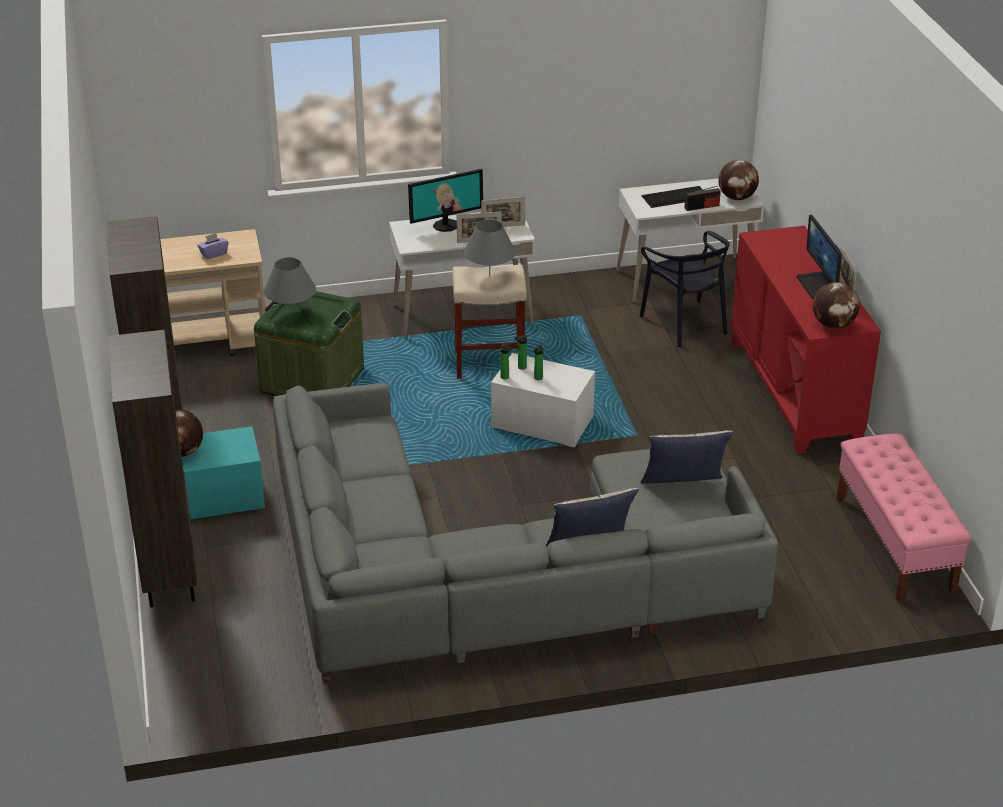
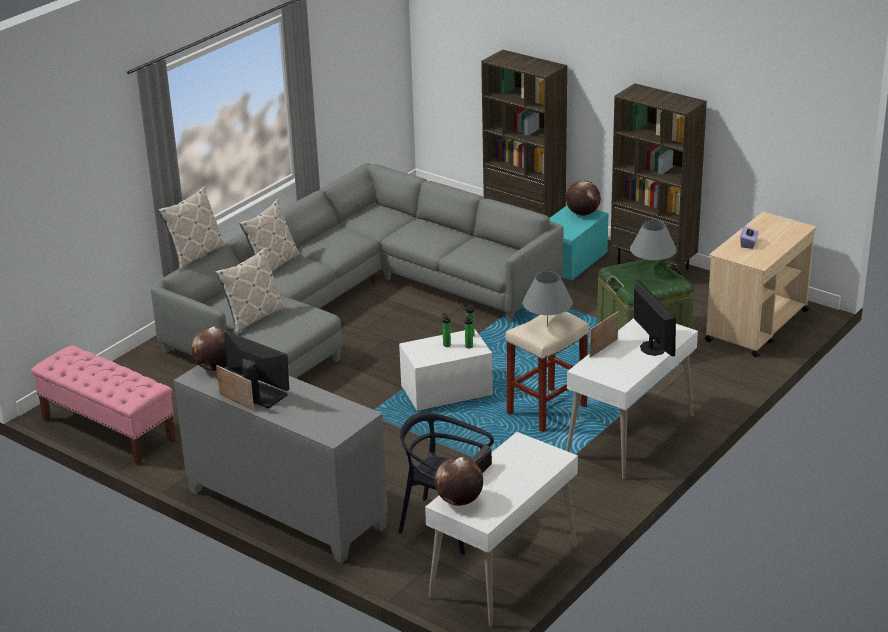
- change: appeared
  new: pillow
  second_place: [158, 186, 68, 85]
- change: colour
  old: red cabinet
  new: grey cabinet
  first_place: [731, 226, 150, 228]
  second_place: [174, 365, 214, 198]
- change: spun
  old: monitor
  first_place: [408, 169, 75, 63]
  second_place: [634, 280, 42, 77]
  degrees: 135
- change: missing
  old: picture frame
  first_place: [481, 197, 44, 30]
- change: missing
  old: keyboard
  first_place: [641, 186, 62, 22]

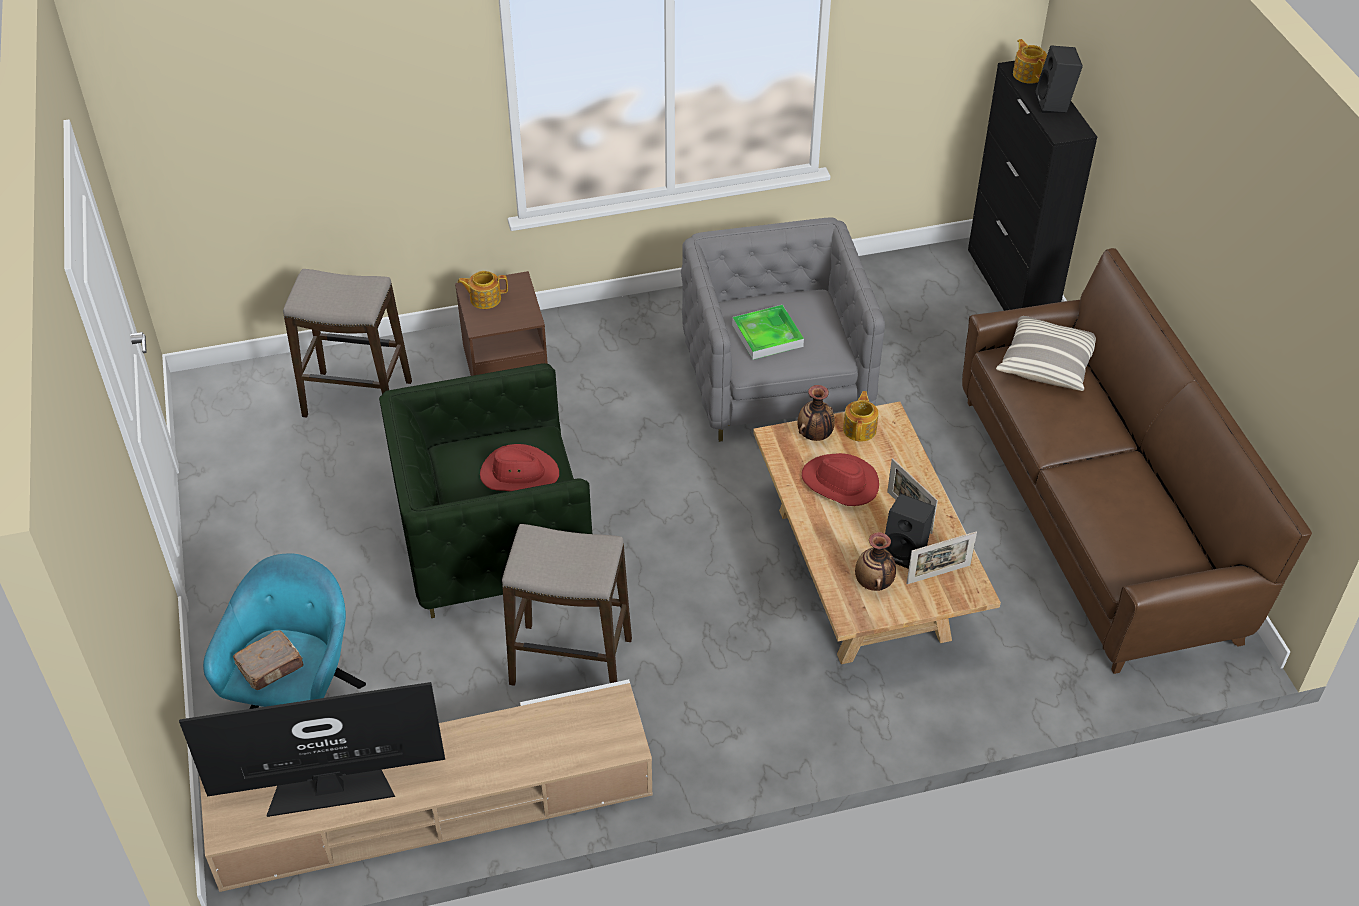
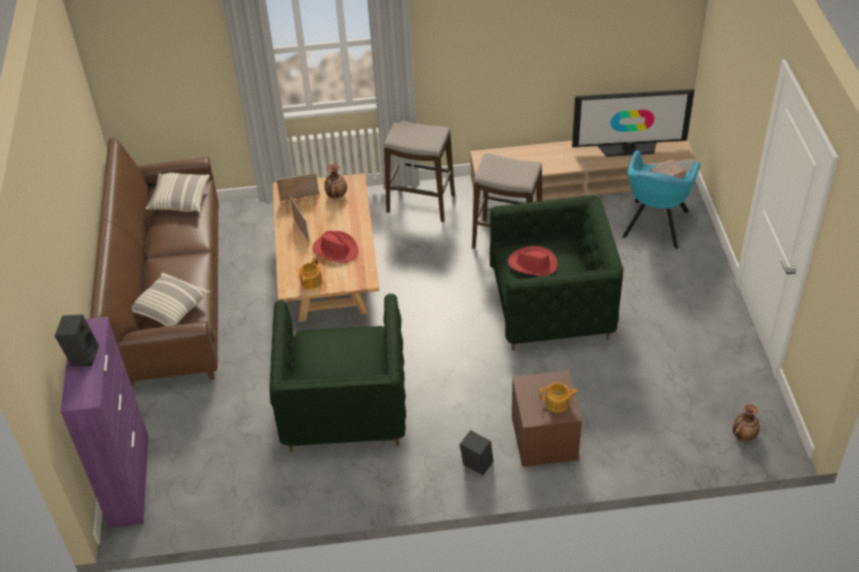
- change: colour
  old: black cabinet
  new: purple cabinet
  first_place: [968, 61, 129, 250]
  second_place: [61, 317, 87, 211]
- change: appeared
  new: pillow
  second_place: [145, 173, 65, 39]
- change: colour
  old: grey armchair
  new: green armchair
  first_place: [681, 218, 204, 224]
  second_place: [269, 293, 137, 159]
- change: relocated
  old: stool
  first_place: [283, 269, 129, 149]
  second_place: [384, 121, 71, 101]
- change: relocated
  old: black speaker
  first_place: [885, 493, 50, 76]
  second_place: [460, 430, 33, 45]
- change: relocated
  old: vase
  first_place: [797, 385, 38, 56]
  second_place: [733, 404, 27, 37]
- change: missing
  old: tray
  first_place: [732, 305, 72, 55]
- change: missing
  old: teapot
  first_place: [1013, 39, 34, 45]

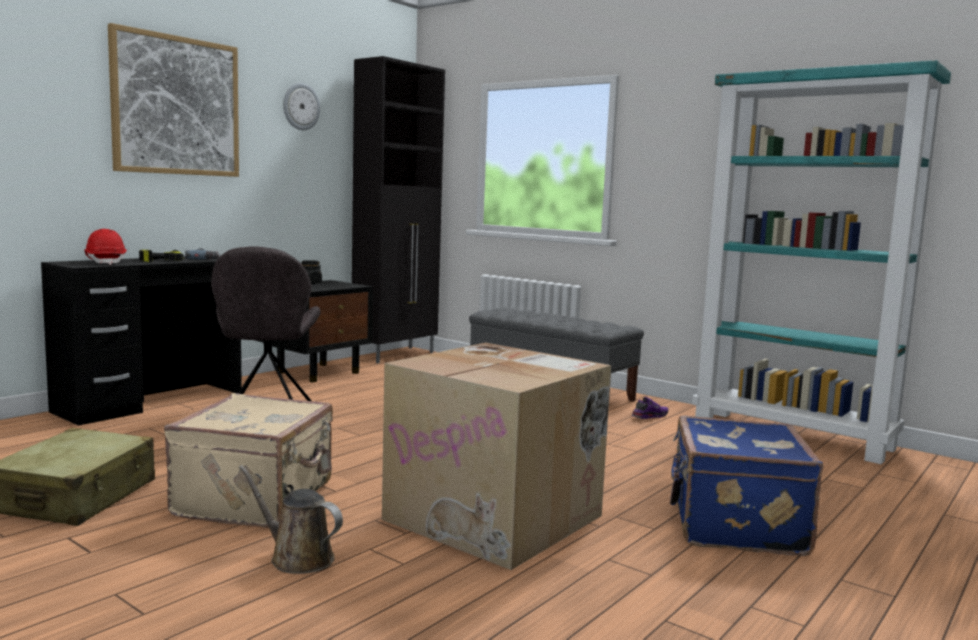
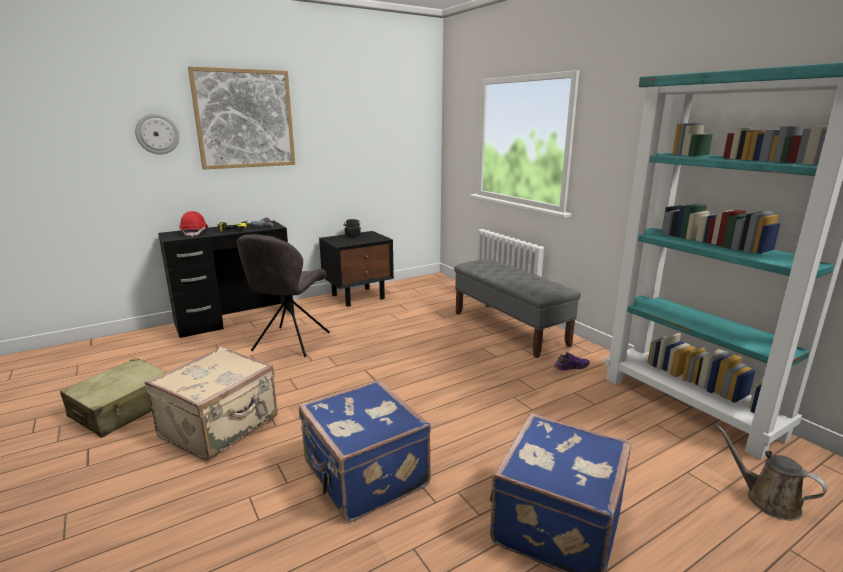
- change: relocated
  old: wall clock
  first_place: [283, 83, 37, 47]
  second_place: [135, 113, 45, 41]
- change: exchanged
  old: cardboard box
  new: blue suitcase
  first_place: [382, 343, 229, 227]
  second_place: [299, 380, 132, 142]
- change: relocated
  old: brown watering can
  first_place: [239, 465, 104, 109]
  second_place: [716, 425, 111, 96]
- change: missing
  old: black cabinet
  first_place: [352, 56, 93, 307]

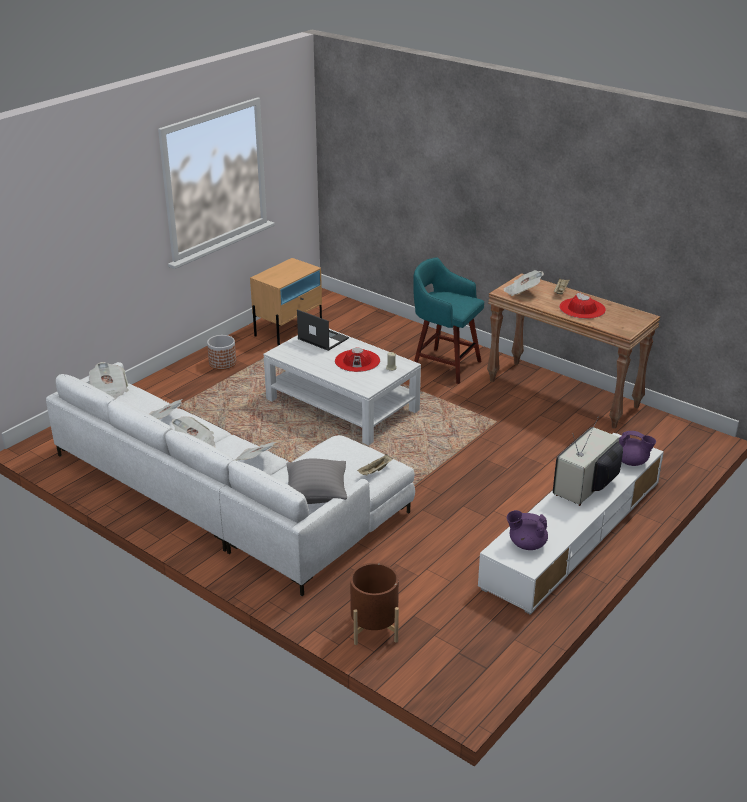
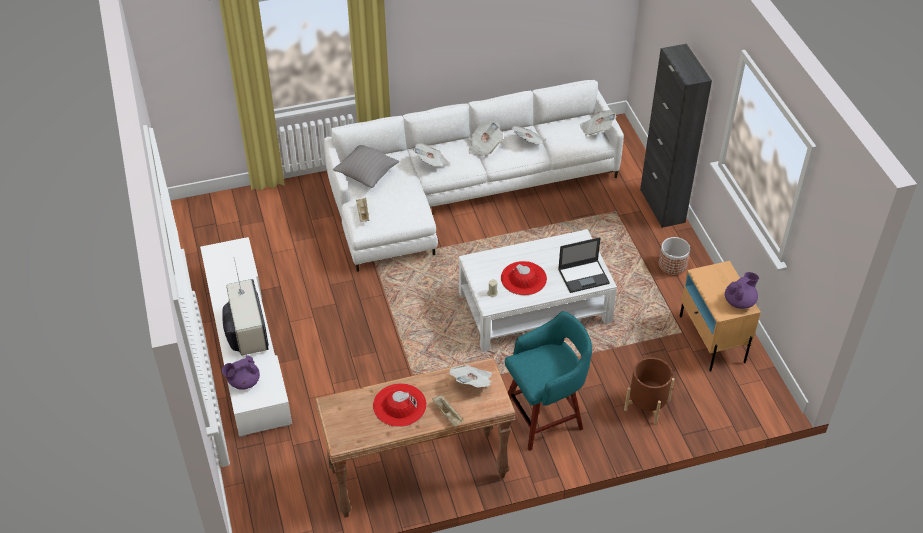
- change: relocated
  old: brown planter
  first_place: [350, 563, 49, 82]
  second_place: [624, 357, 50, 68]
- change: appeared
  new: black cabinet
  second_place: [640, 44, 72, 184]
- change: relocated
  old: purple teapot
  first_place: [507, 510, 41, 40]
  second_place: [725, 272, 34, 37]

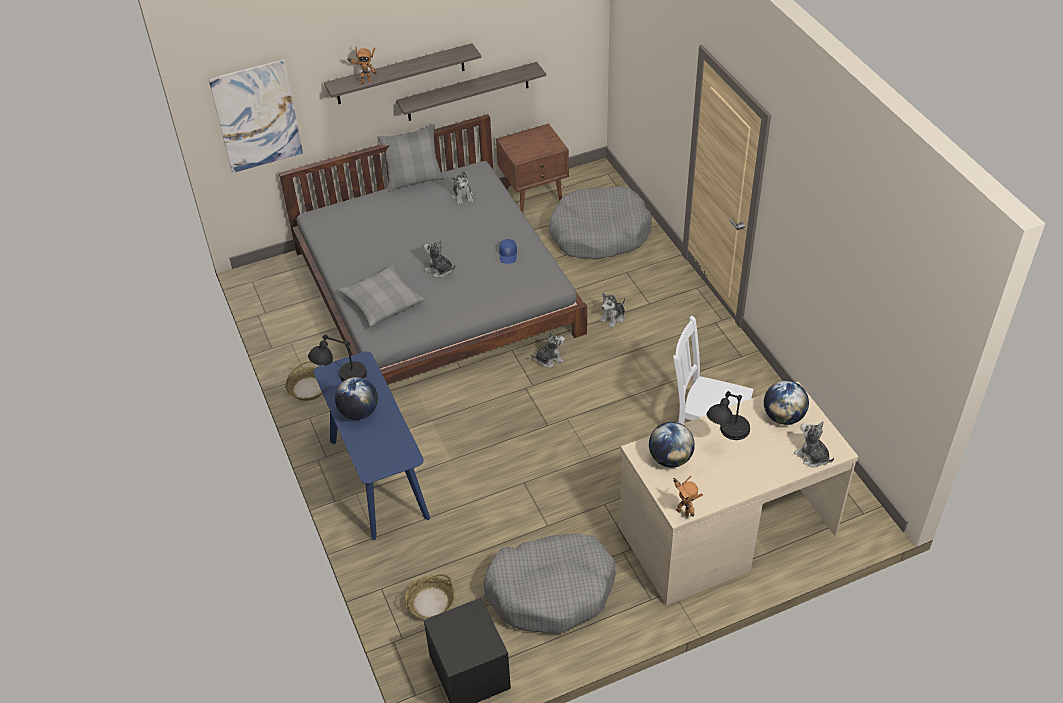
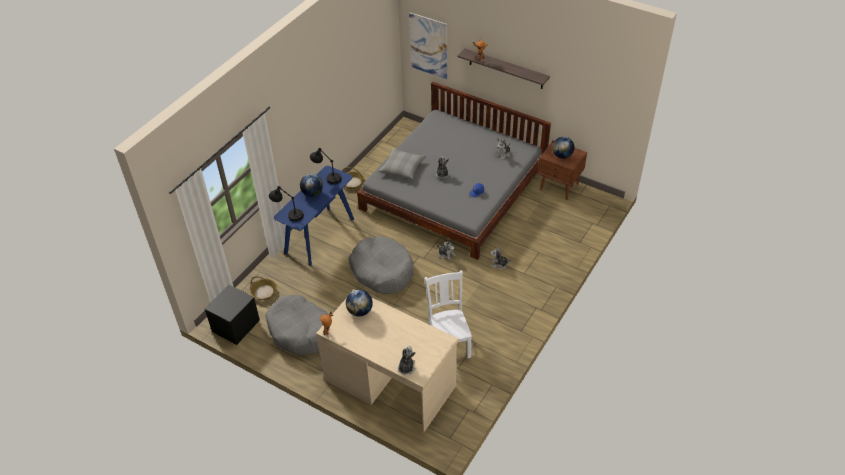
- change: relocated
  old: black table lamp
  first_place: [706, 391, 44, 49]
  second_place: [269, 186, 35, 36]
- change: relocated
  old: grey dog bed
  first_place: [549, 186, 103, 74]
  second_place: [349, 236, 65, 58]
- change: relocated
  old: globe
  first_place: [764, 380, 45, 45]
  second_place: [552, 137, 23, 22]
- change: missing
  old: grey pillow
  first_place: [377, 124, 67, 68]
- change: missing
  old: shelf
  first_place: [396, 62, 150, 59]

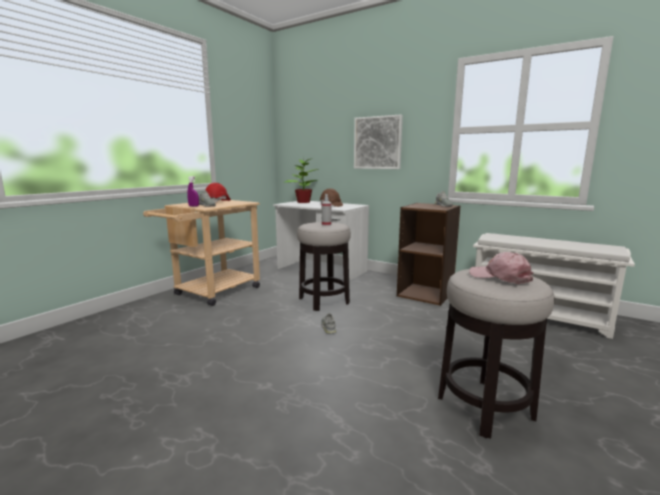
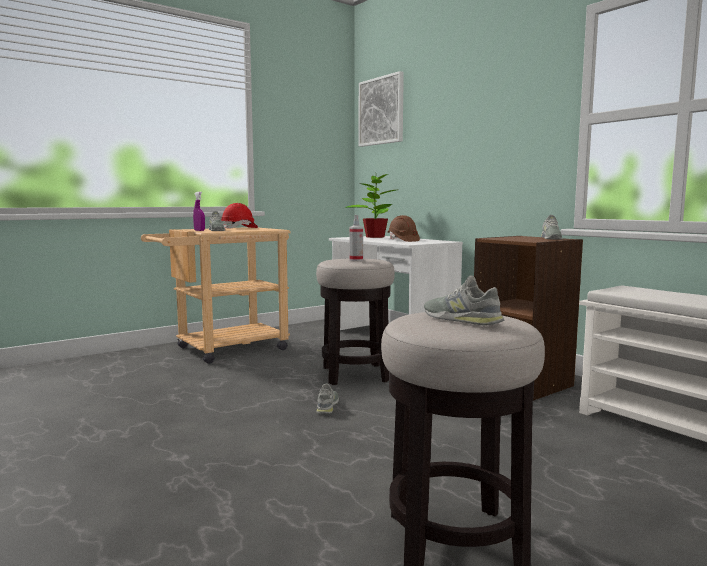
- change: relocated
  old: picture
  first_place: [354, 114, 49, 55]
  second_place: [359, 71, 45, 76]
- change: exchanged
  old: pink cap
  new: grey shoe
  first_place: [469, 252, 64, 32]
  second_place: [424, 275, 80, 51]

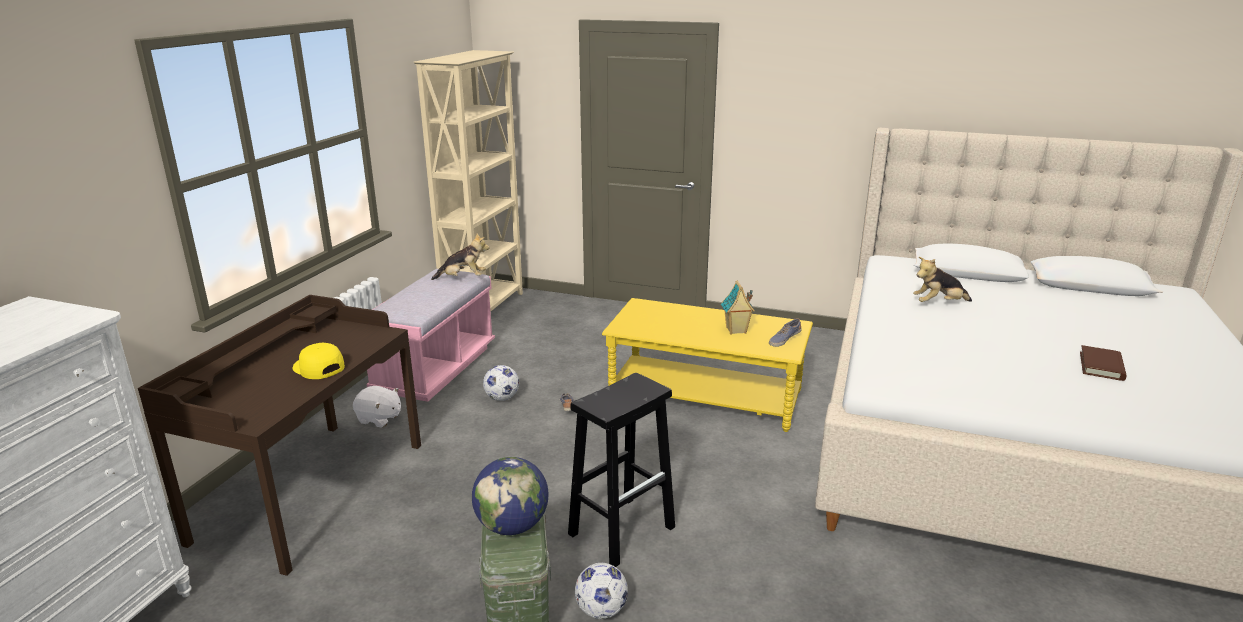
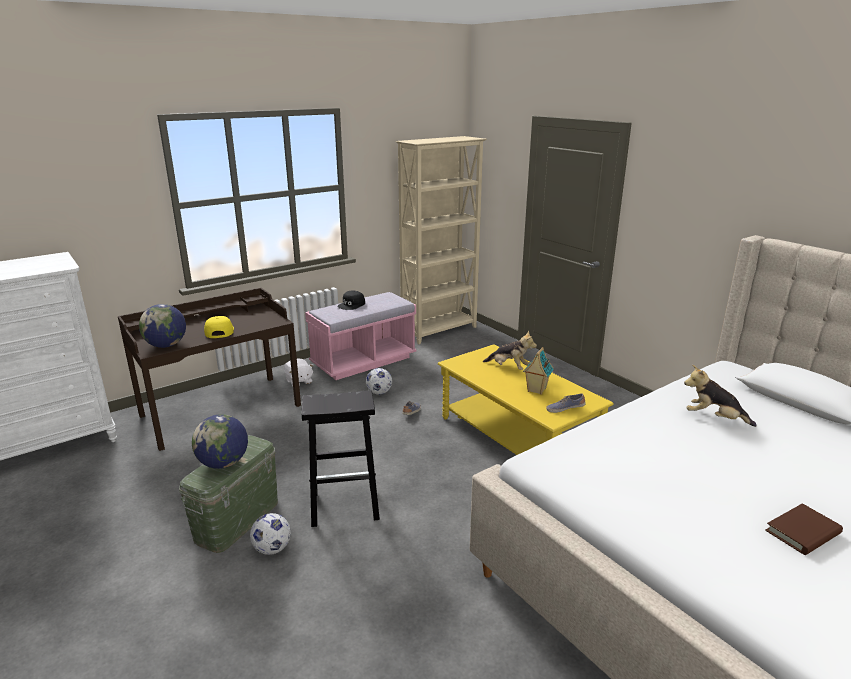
- change: appeared
  new: globe
  second_place: [139, 304, 47, 44]
- change: appeared
  new: black cap
  second_place: [337, 291, 28, 19]
- change: relocated
  old: plush toy
  first_place: [431, 234, 58, 46]
  second_place: [483, 330, 54, 40]

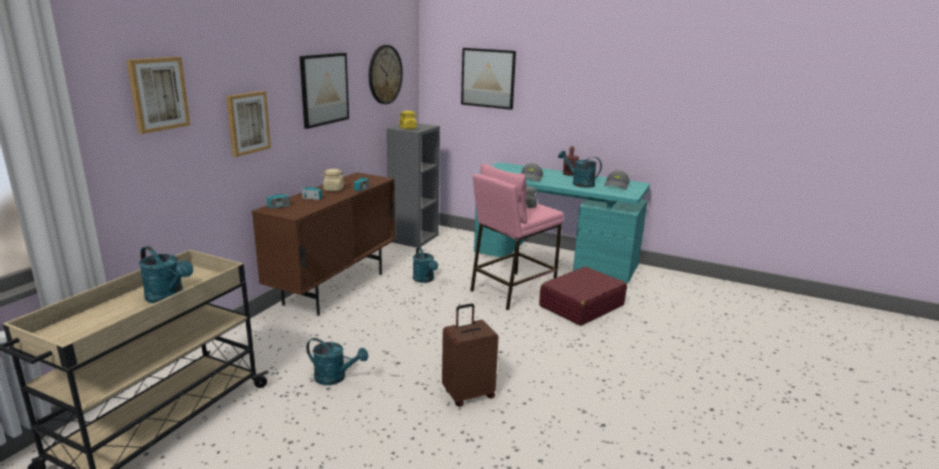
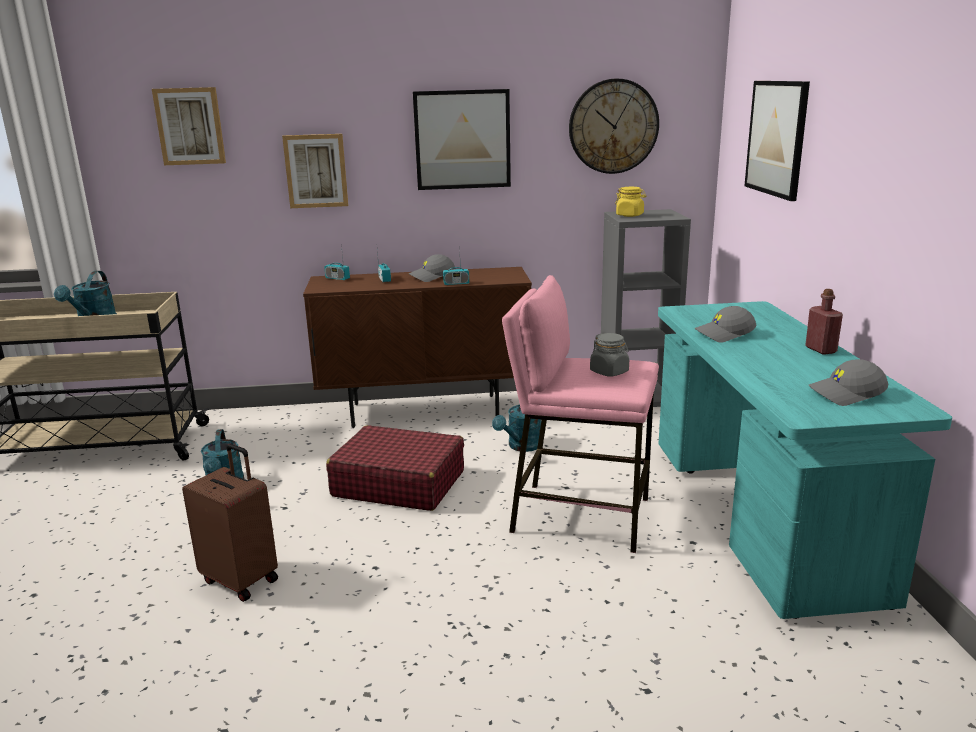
- change: relocated
  old: red suitcase
  first_place: [539, 266, 88, 60]
  second_place: [326, 425, 138, 86]
- change: exchanged
  old: beige jar
  new: grey cap
  first_place: [321, 169, 23, 22]
  second_place: [409, 254, 46, 28]
- change: missing
  old: turquoise watering can
  first_place: [558, 150, 44, 38]

